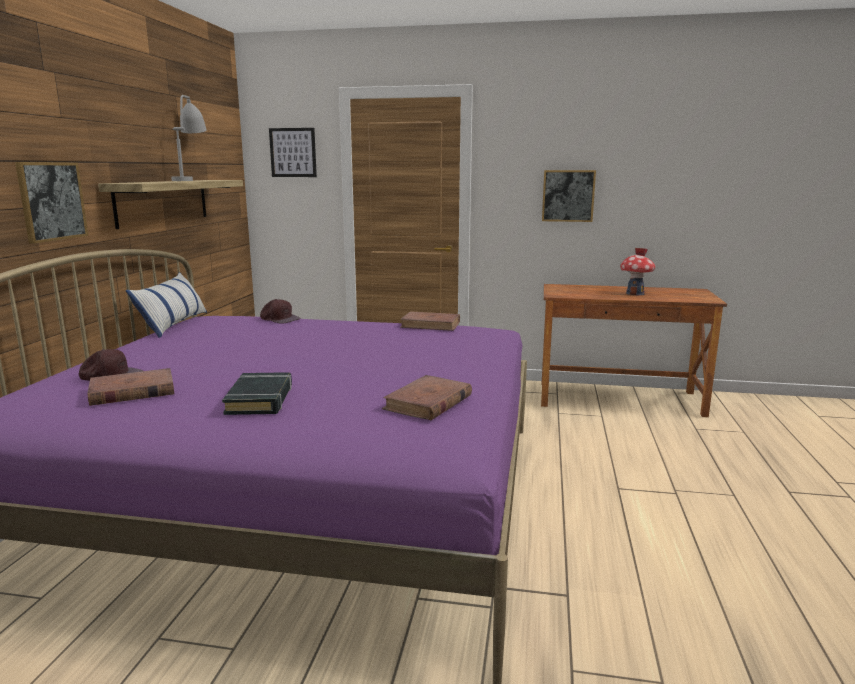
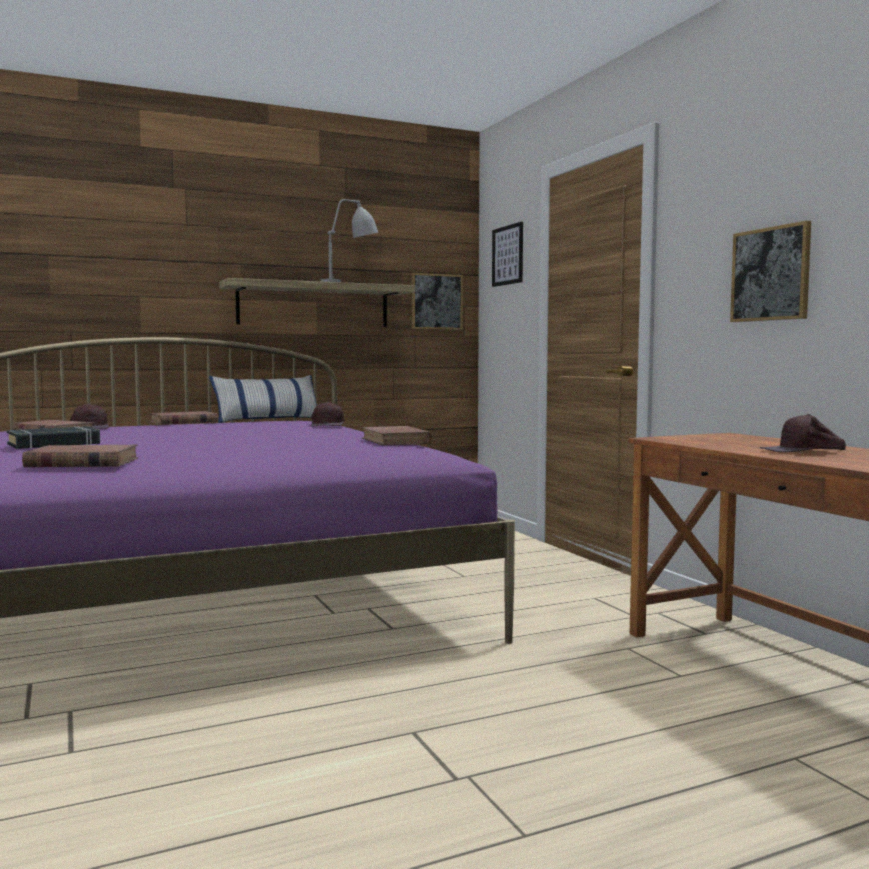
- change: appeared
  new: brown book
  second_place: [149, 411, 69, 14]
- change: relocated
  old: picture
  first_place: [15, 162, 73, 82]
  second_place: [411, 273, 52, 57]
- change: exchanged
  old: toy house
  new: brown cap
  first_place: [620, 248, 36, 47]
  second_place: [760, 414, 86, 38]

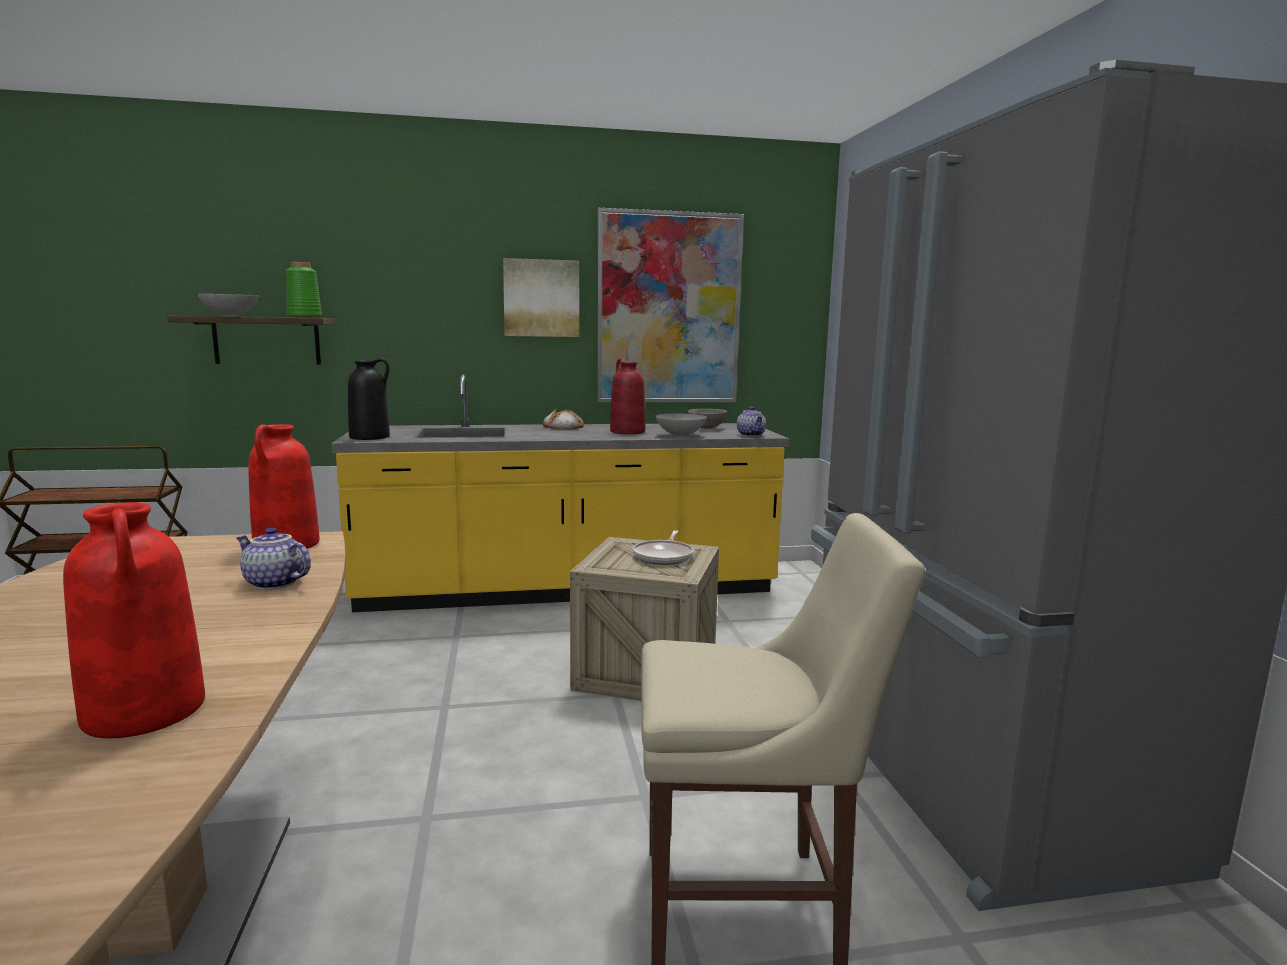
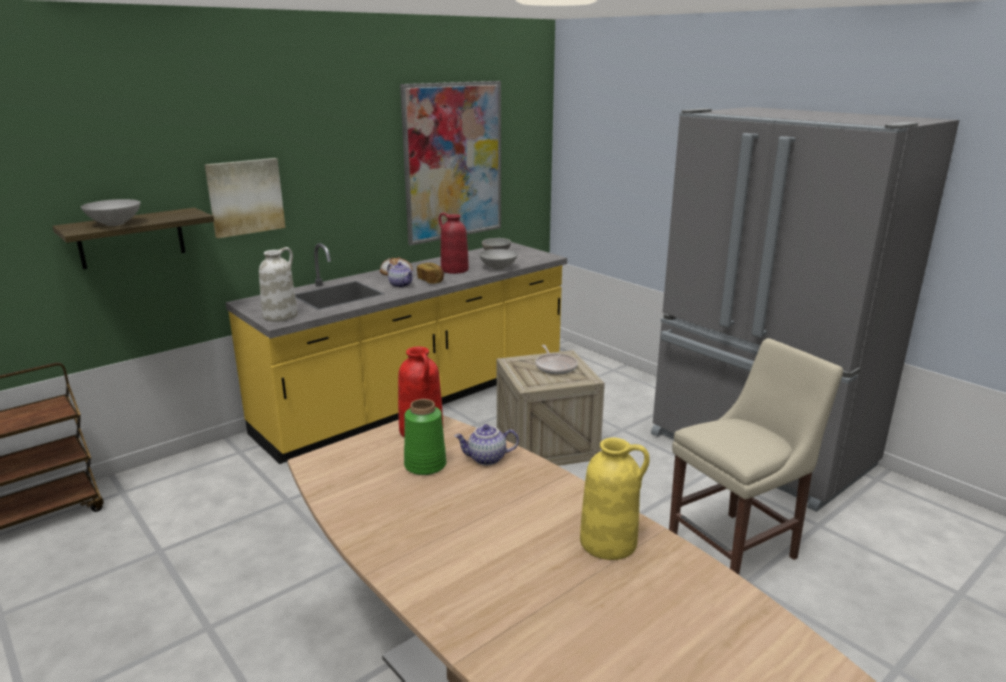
- change: relocated
  old: picture
  first_place: [503, 258, 76, 79]
  second_place: [205, 158, 81, 80]
- change: colour
  old: black vase
  new: white vase
  first_place: [348, 358, 42, 82]
  second_place: [259, 247, 39, 75]
- change: relocated
  old: teapot
  first_place: [737, 407, 29, 30]
  second_place: [387, 262, 26, 26]
- change: relocated
  old: green vase
  first_place: [286, 262, 36, 56]
  second_place: [404, 399, 42, 76]
- change: appeared
  new: bread
  second_place: [417, 263, 27, 21]
- change: colour
  old: red vase
  new: yellow vase
  first_place: [63, 502, 142, 236]
  second_place: [580, 438, 70, 122]

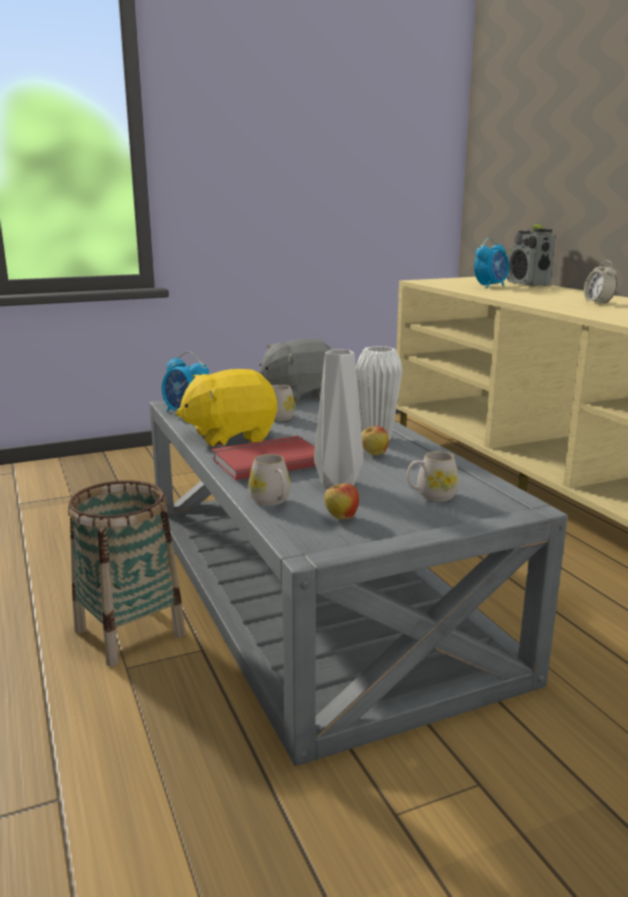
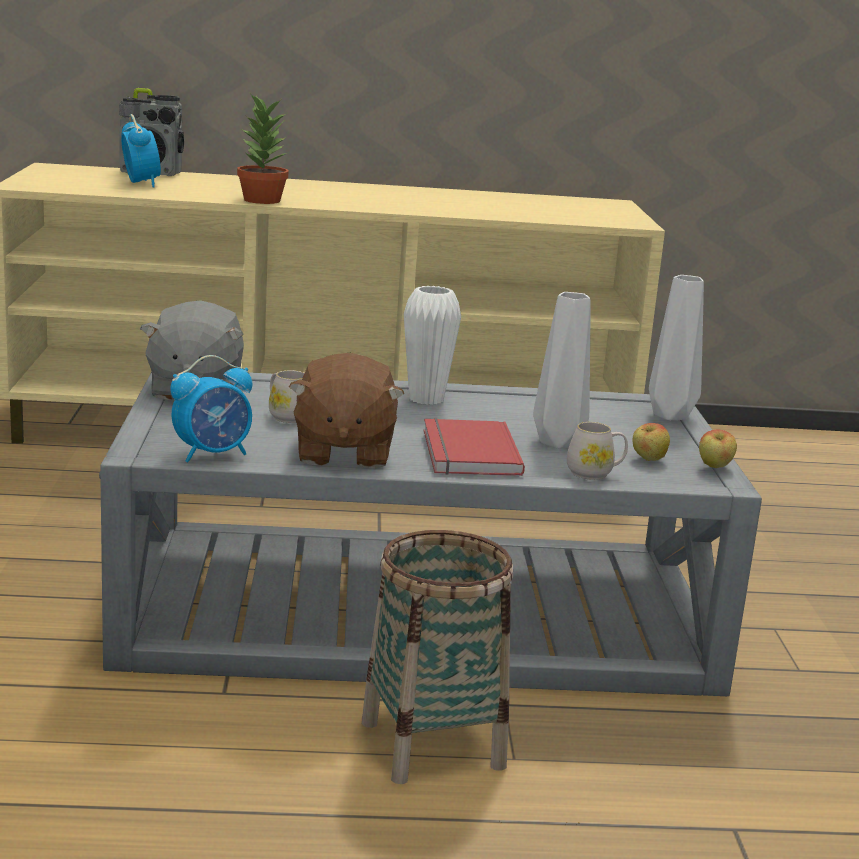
- change: appeared
  new: potted plant
  second_place: [237, 93, 52, 111]
- change: colour
  old: yellow plush toy
  new: brown plush toy
  first_place: [176, 369, 101, 78]
  second_place: [289, 353, 116, 116]
- change: appeared
  new: grey vase
  second_place: [649, 275, 55, 145]
- change: relocated
  old: apple
  first_place: [362, 426, 27, 29]
  second_place: [699, 429, 38, 39]
- change: missing
  old: white mug
  first_place: [407, 451, 52, 51]
- change: missing
  old: alarm clock
  first_place: [584, 261, 33, 43]

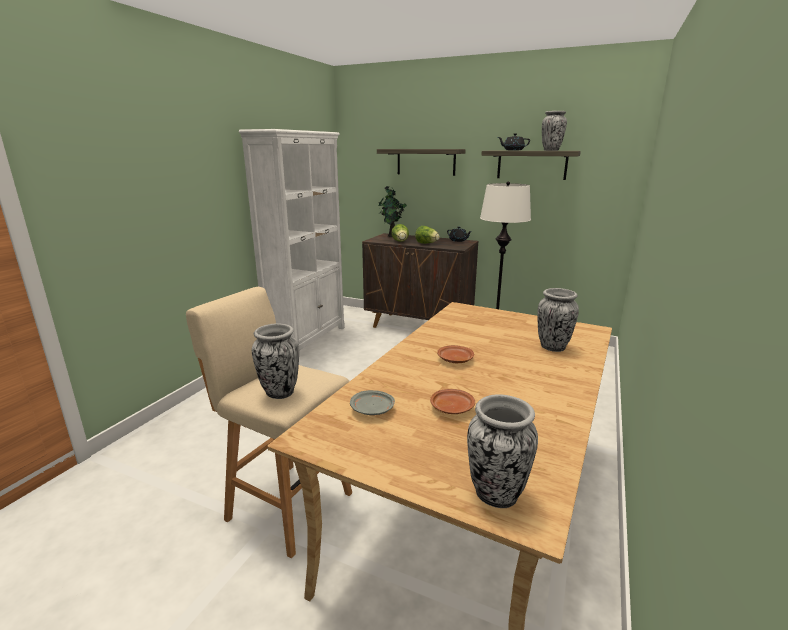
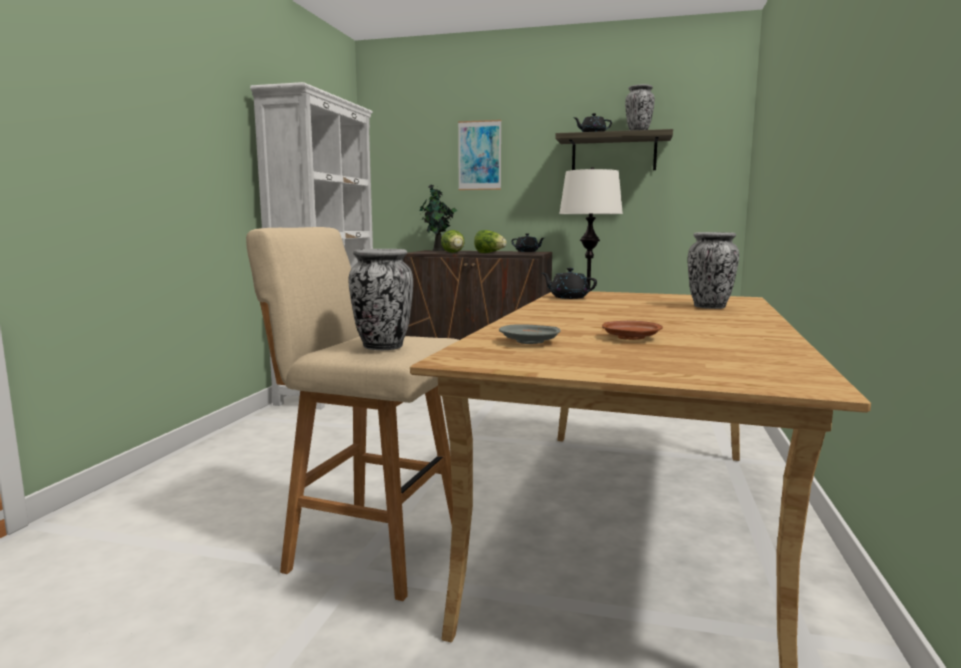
- change: exchanged
  old: shelf
  new: picture
  first_place: [377, 149, 89, 27]
  second_place: [458, 120, 43, 70]
- change: appeared
  new: black teapot
  second_place: [542, 268, 55, 31]
- change: missing
  old: brown plate
  first_place: [437, 345, 37, 18]
- change: missing
  old: vase
  first_place: [467, 394, 71, 114]

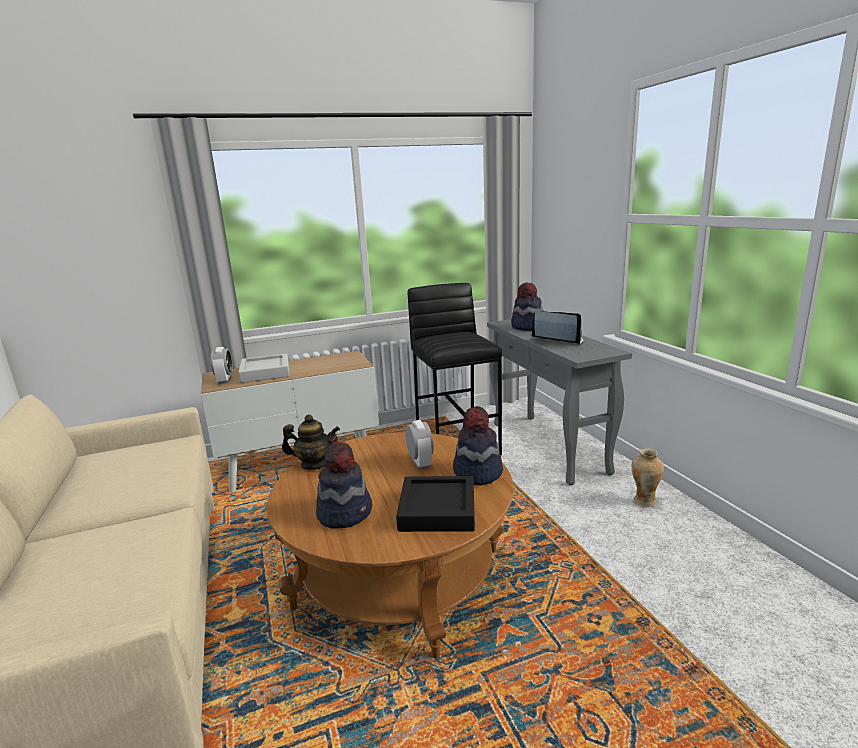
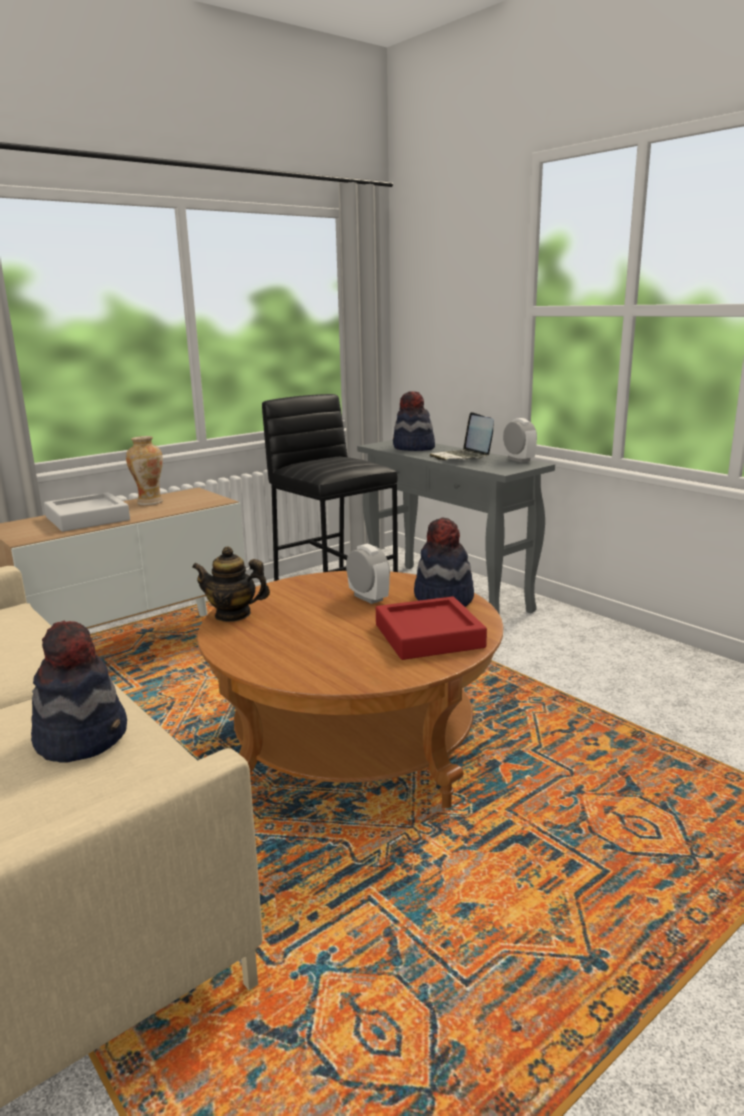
- change: relocated
  old: hat
  first_place: [316, 441, 56, 88]
  second_place: [31, 621, 96, 142]
- change: relocated
  old: vase
  first_place: [631, 448, 33, 59]
  second_place: [126, 436, 37, 70]
- change: spun
  old: teapot
  first_place: [282, 414, 58, 56]
  second_place: [192, 547, 78, 75]
  degrees: -150
- change: colour
  old: black tray
  new: red tray
  first_place: [396, 476, 79, 56]
  second_place: [376, 596, 111, 64]
- change: spun
  old: laptop
  first_place: [532, 311, 52, 34]
  second_place: [430, 412, 64, 49]
  degrees: -120
- change: relocated
  old: alarm clock
  first_place: [211, 347, 22, 37]
  second_place: [503, 418, 34, 45]

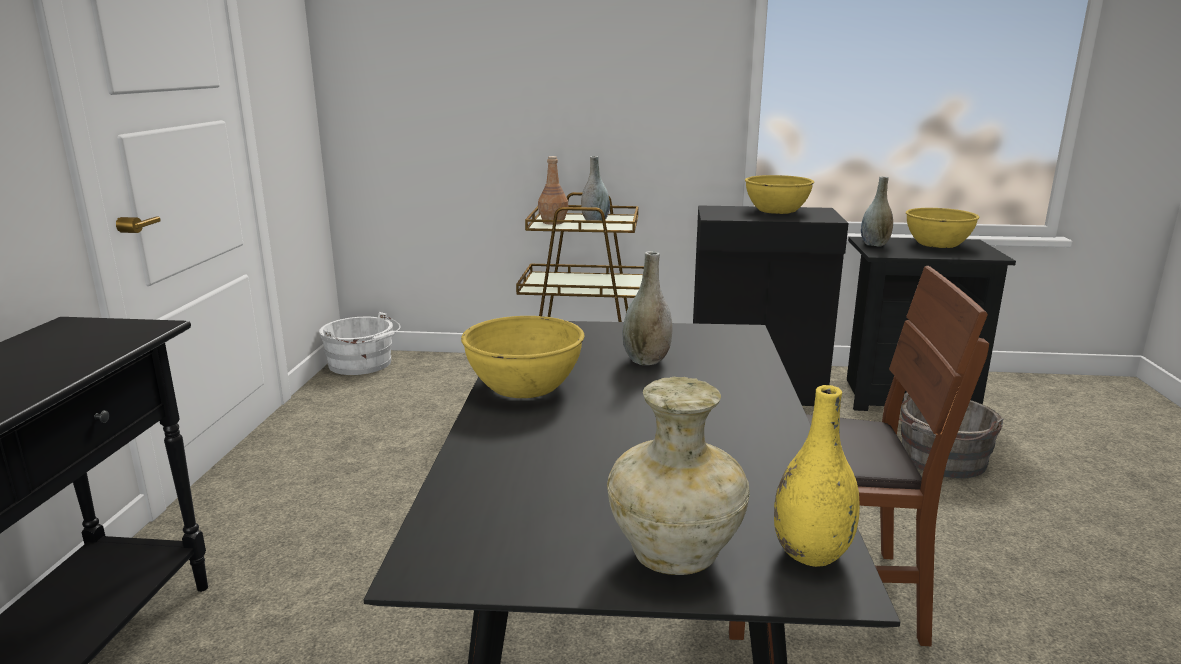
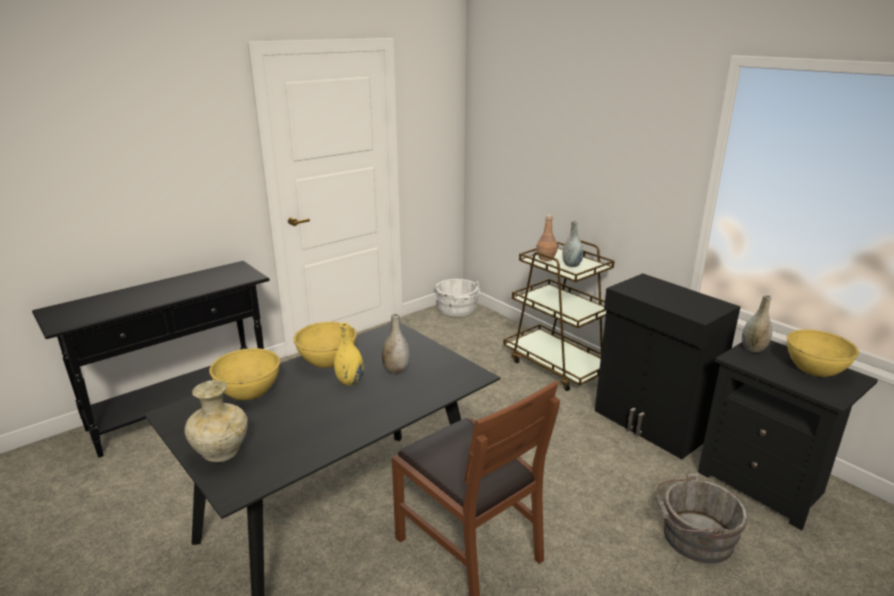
- change: relocated
  old: yellow bowl
  first_place: [745, 175, 69, 39]
  second_place: [209, 348, 71, 52]
- change: relocated
  old: yellow vase
  first_place: [774, 385, 86, 182]
  second_place: [334, 322, 30, 64]

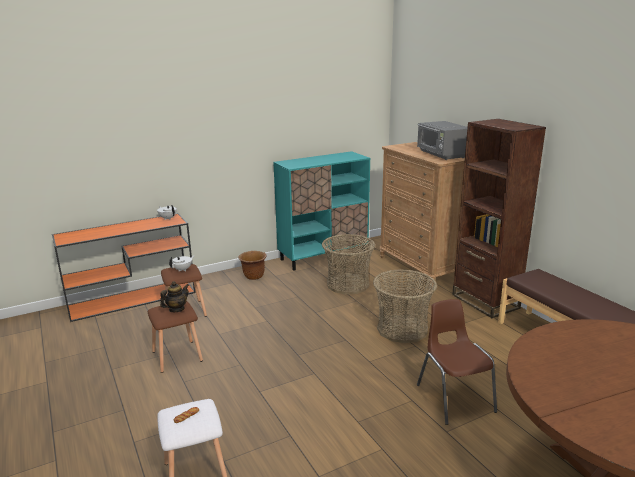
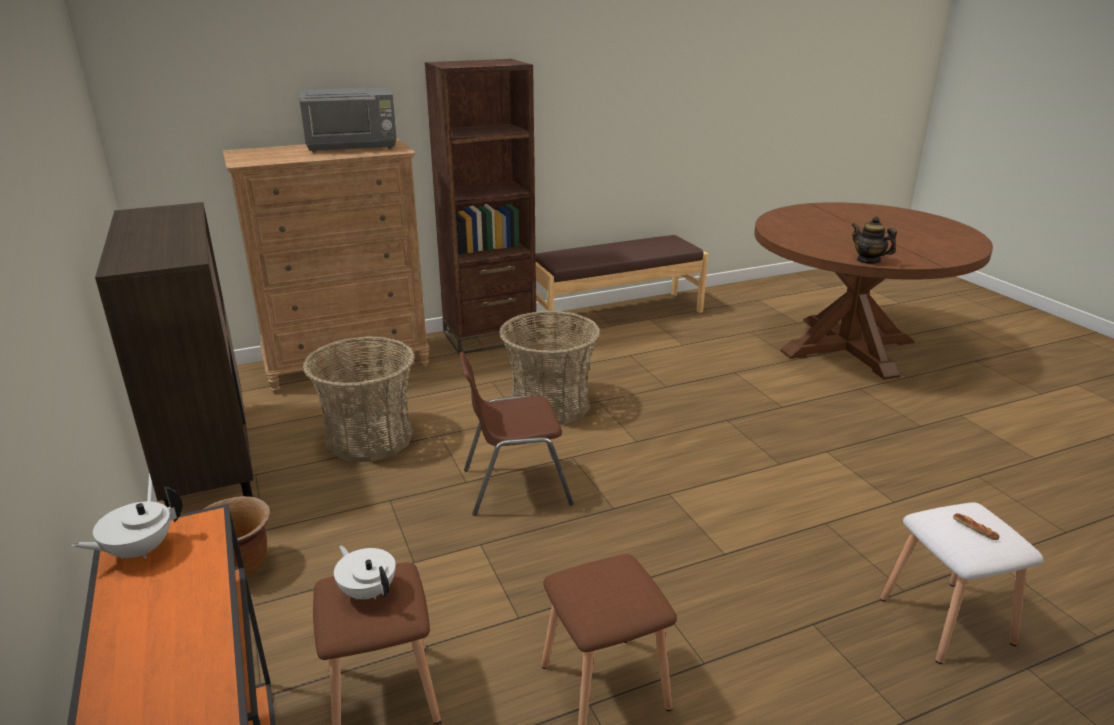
- change: colour
  old: turquoise cabinet
  new: brown cabinet
  first_place: [273, 151, 97, 119]
  second_place: [95, 202, 159, 306]
- change: relocated
  old: brown chair
  first_place: [417, 299, 80, 126]
  second_place: [459, 352, 115, 164]
- change: relocated
  old: teapot
  first_place: [160, 281, 29, 31]
  second_place: [852, 216, 45, 48]

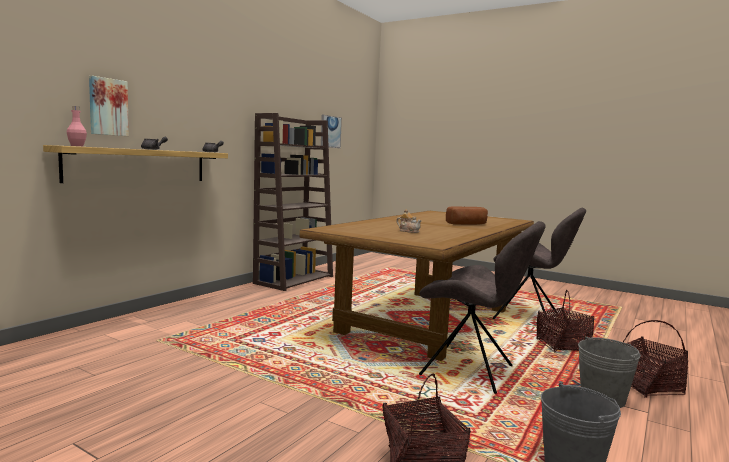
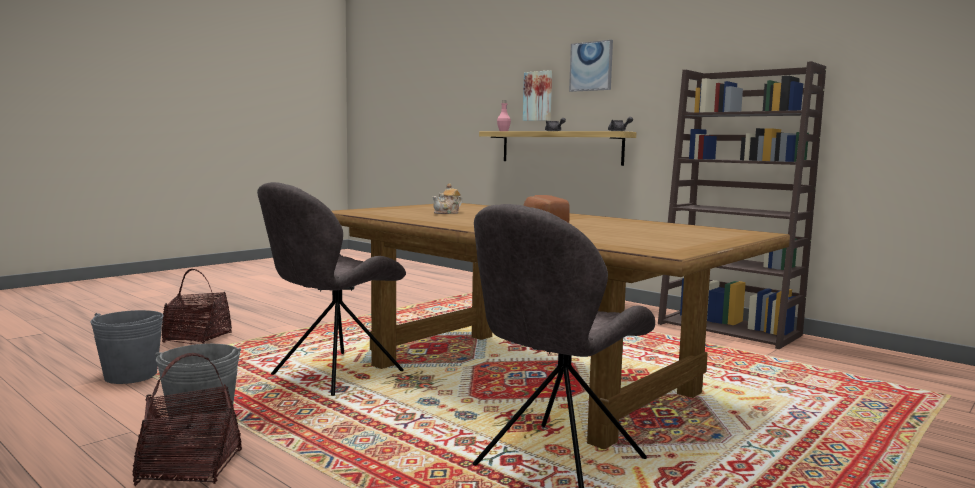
- change: relocated
  old: picture
  first_place: [321, 115, 21, 33]
  second_place: [569, 40, 44, 52]
- change: missing
  old: basket
  first_place: [537, 290, 57, 63]

